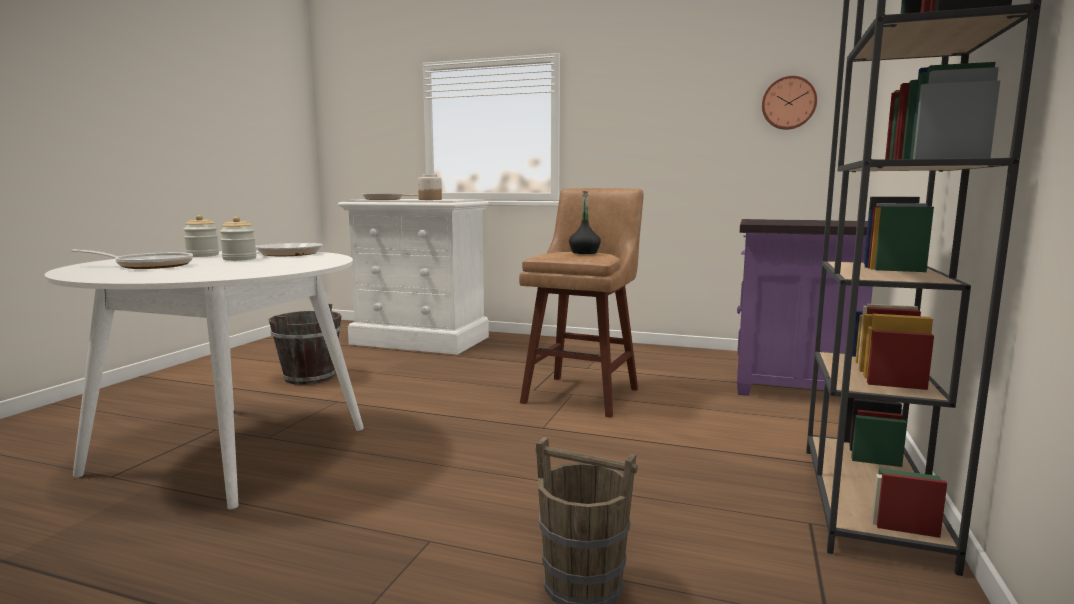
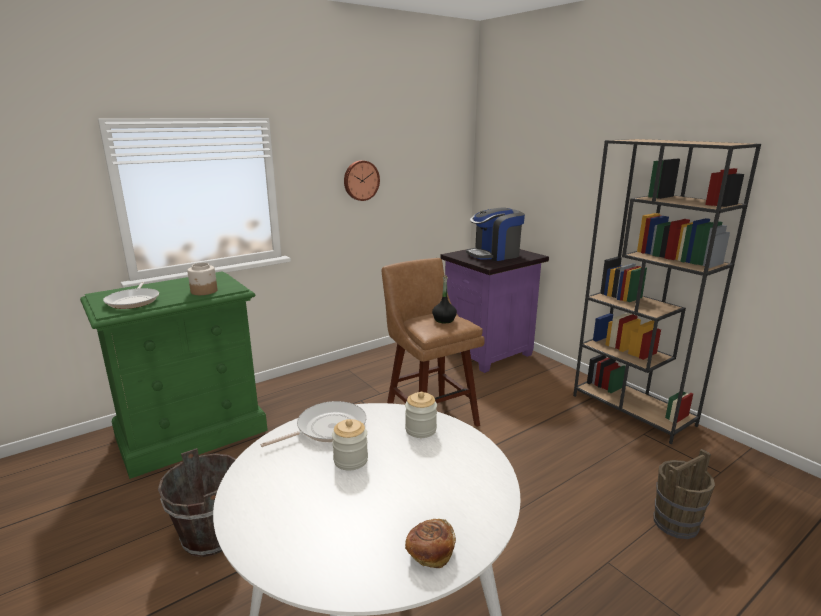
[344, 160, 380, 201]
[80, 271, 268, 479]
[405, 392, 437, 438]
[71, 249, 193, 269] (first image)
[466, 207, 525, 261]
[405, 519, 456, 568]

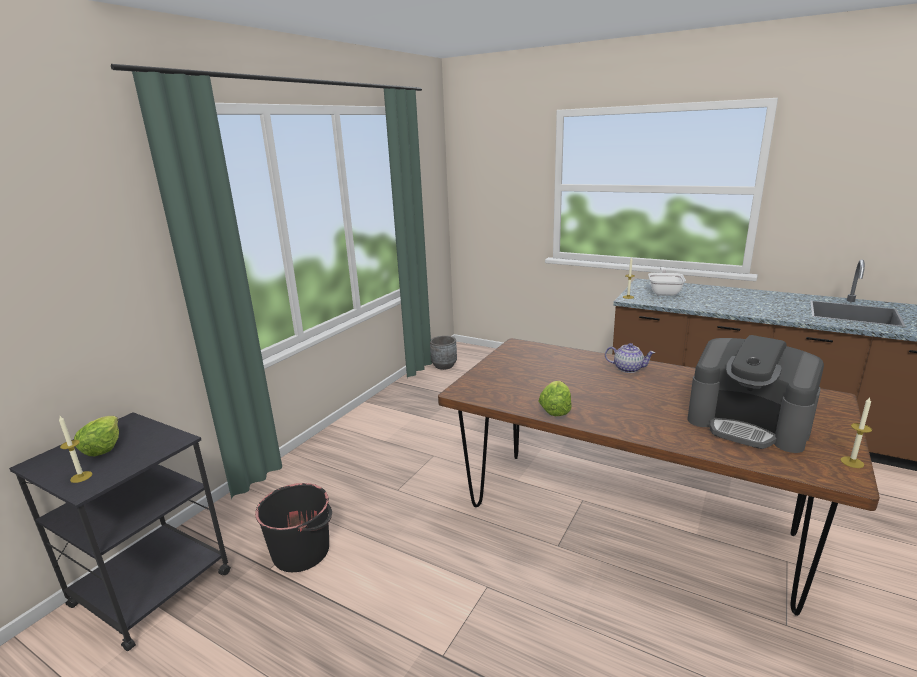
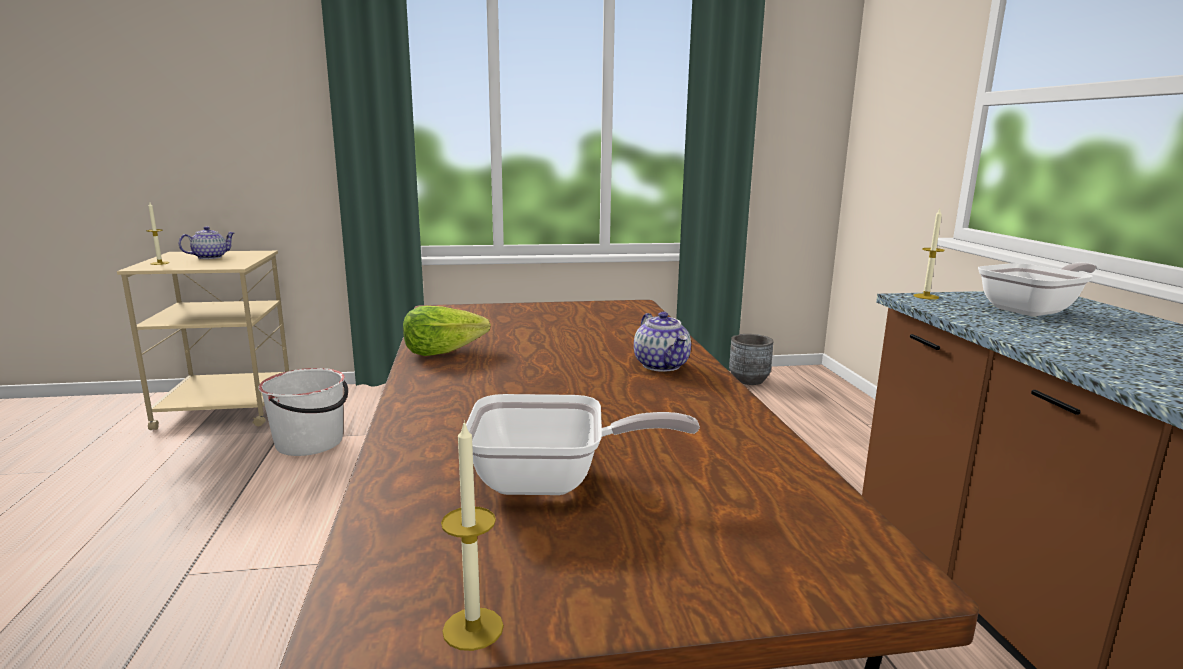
[466, 394, 700, 495]
[117, 251, 289, 430]
[178, 226, 235, 259]
[258, 368, 348, 456]

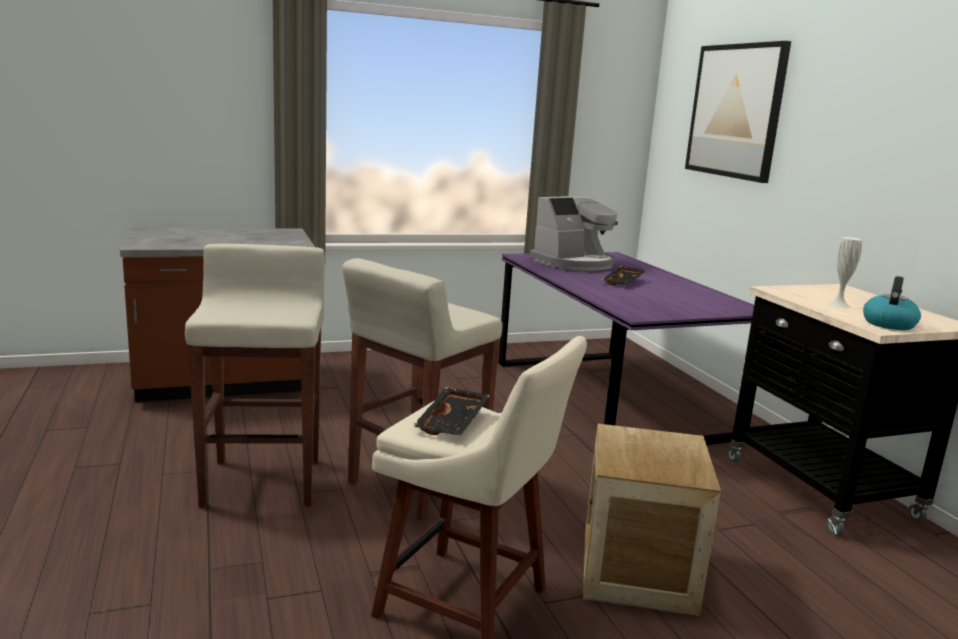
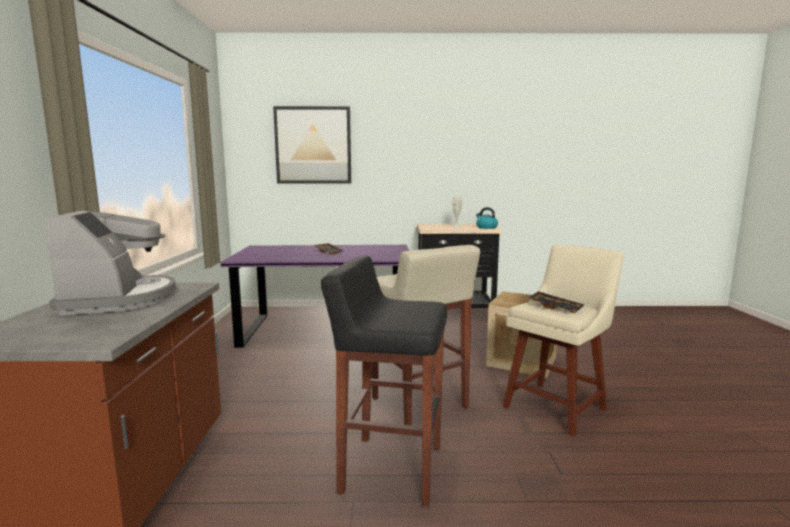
[43, 211, 176, 316]
[320, 256, 447, 507]

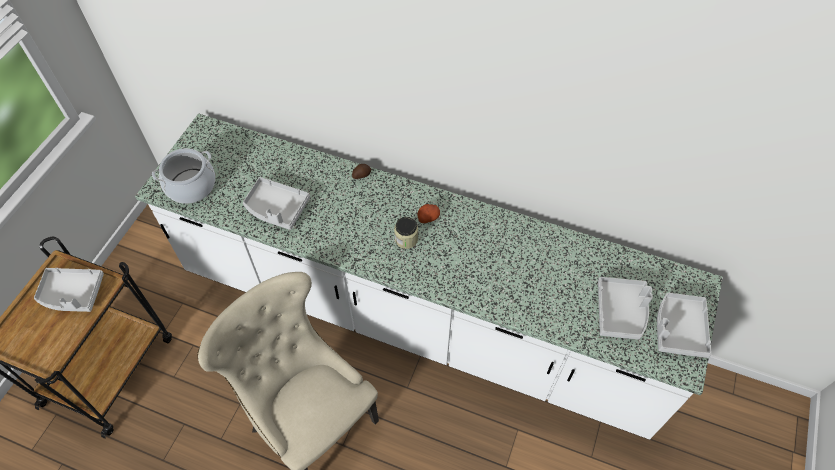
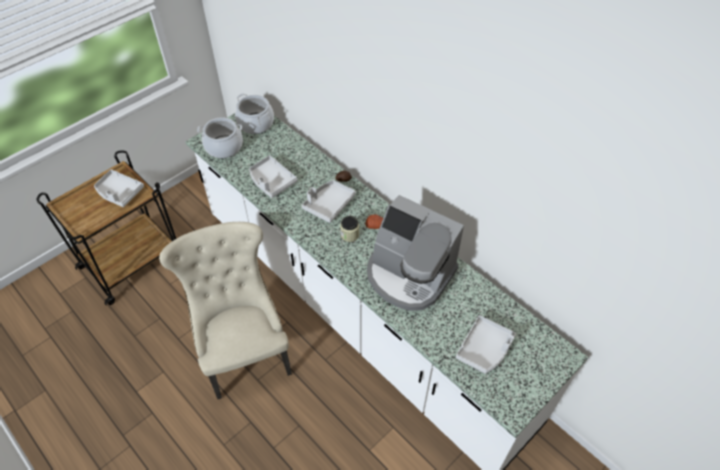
[302, 180, 356, 223]
[235, 94, 274, 134]
[367, 195, 464, 311]

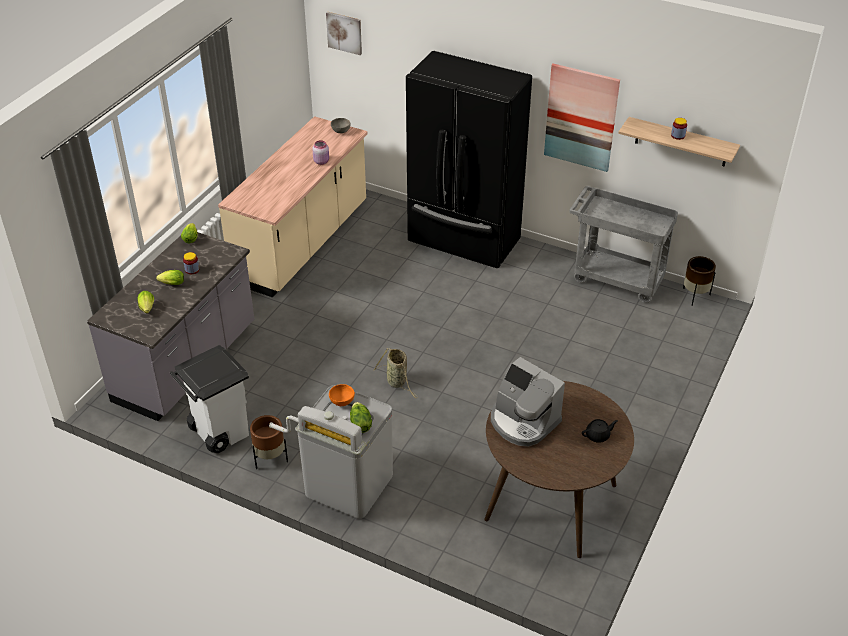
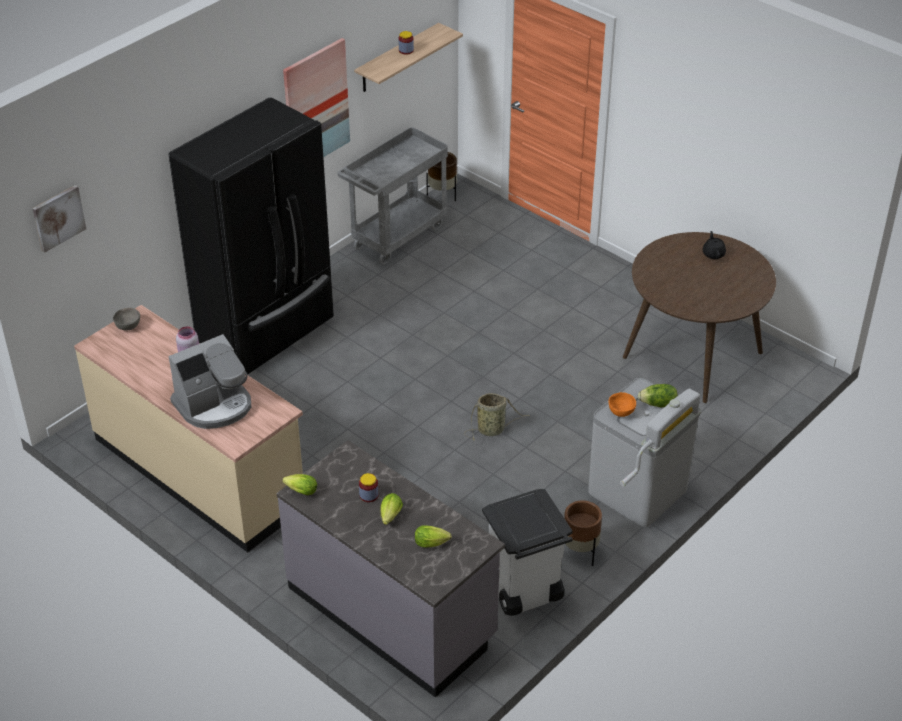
[169, 334, 251, 429]

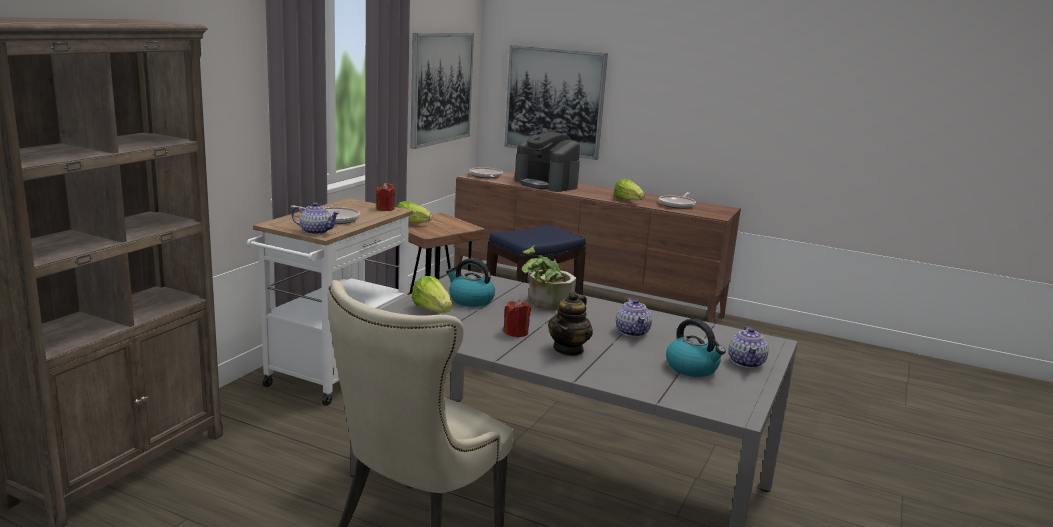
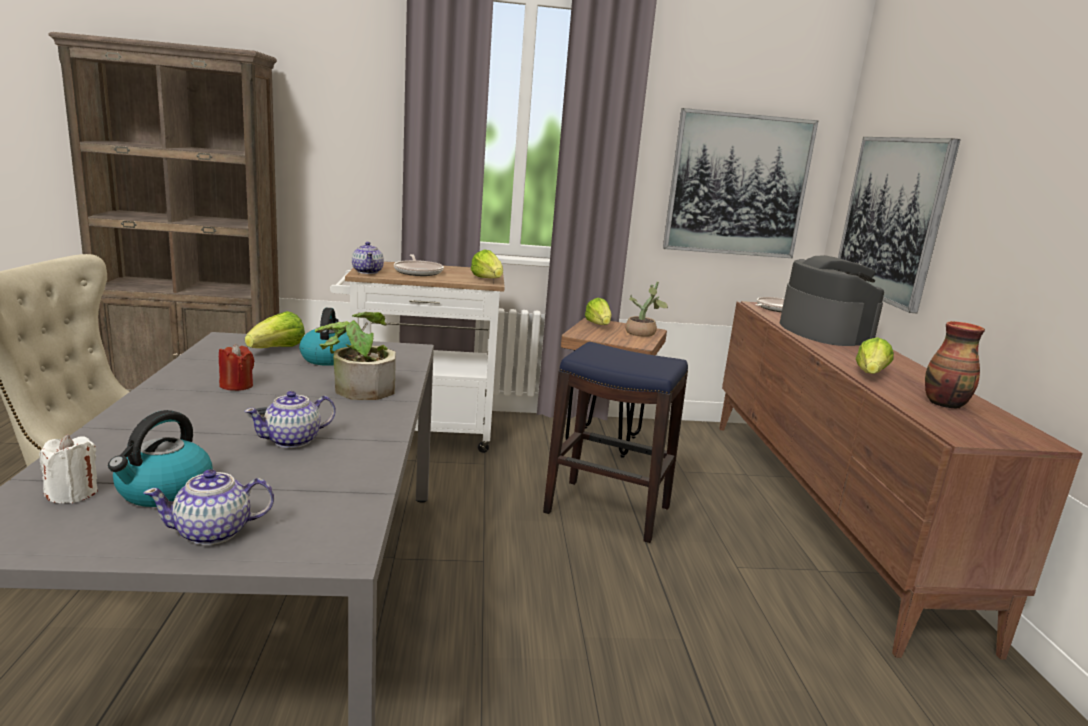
[780, 255, 884, 346]
[471, 249, 503, 278]
[925, 321, 985, 409]
[548, 291, 593, 356] (first image)
[625, 281, 668, 337]
[39, 434, 98, 503]

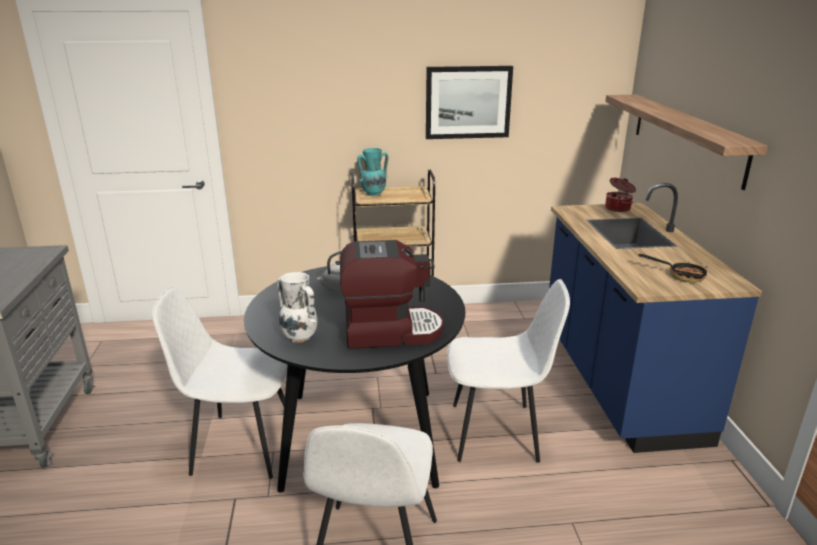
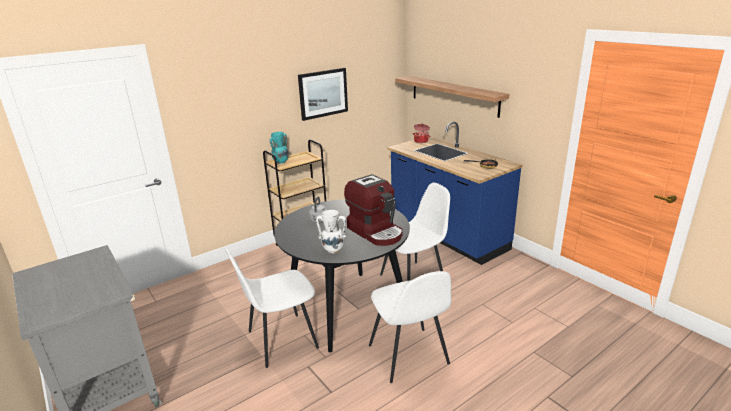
[344, 174, 403, 246]

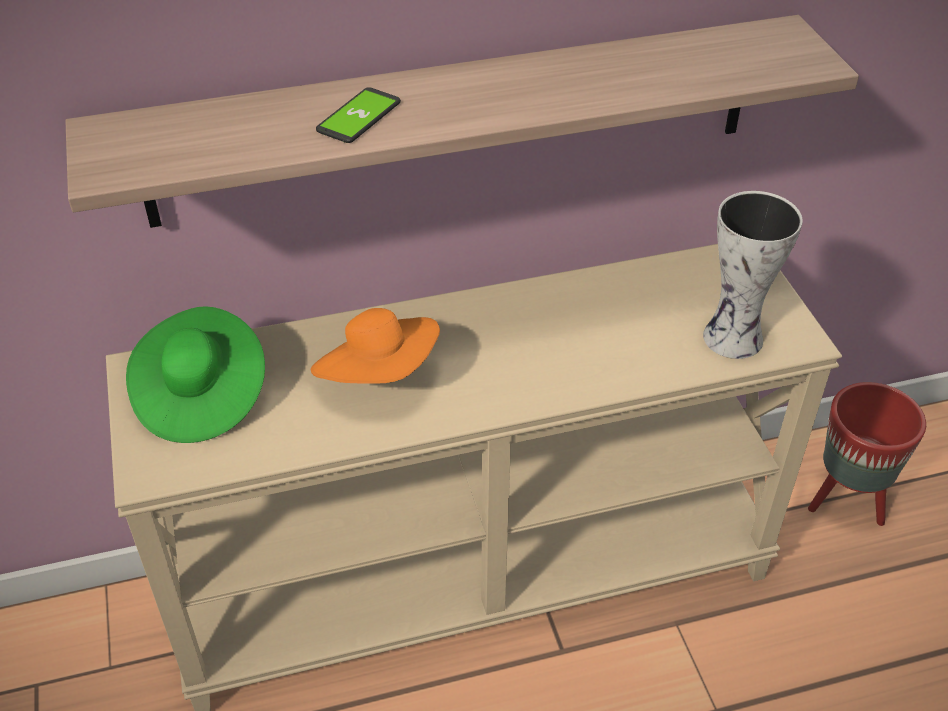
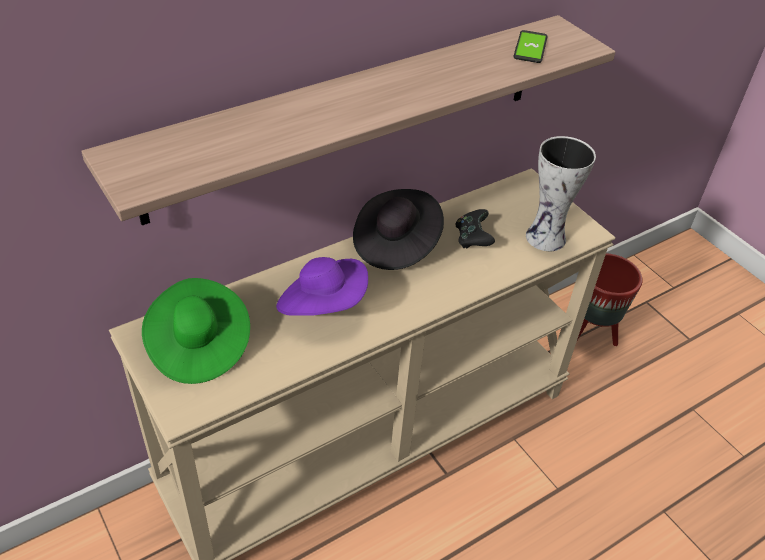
[514, 30, 548, 63]
[276, 257, 368, 316]
[353, 189, 444, 270]
[455, 209, 495, 248]

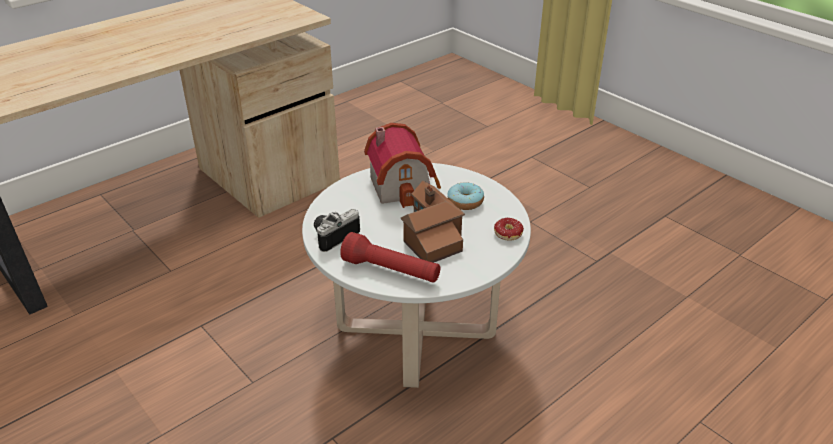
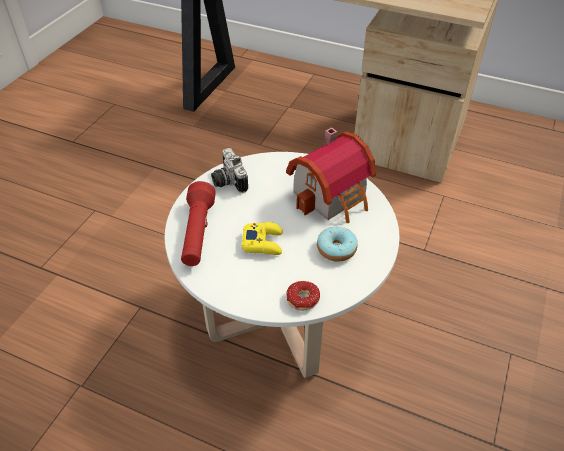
[242, 222, 283, 255]
[211, 148, 248, 193]

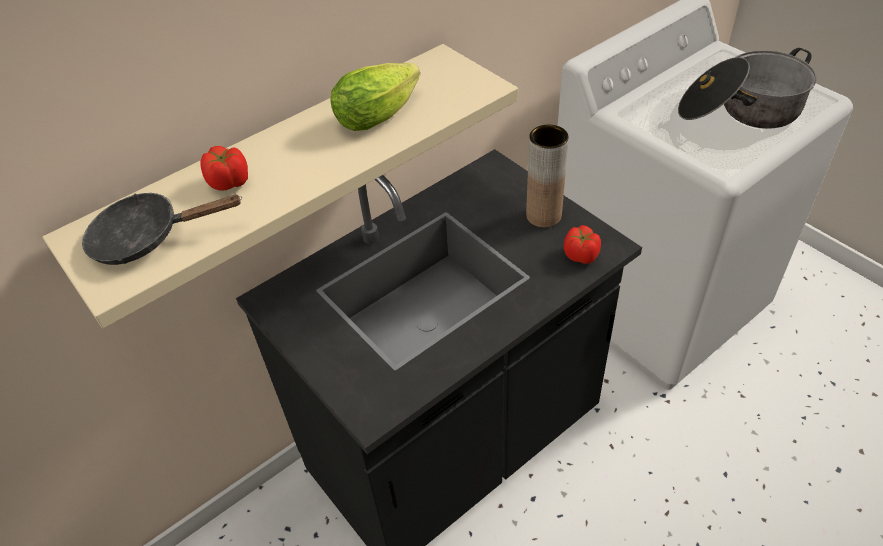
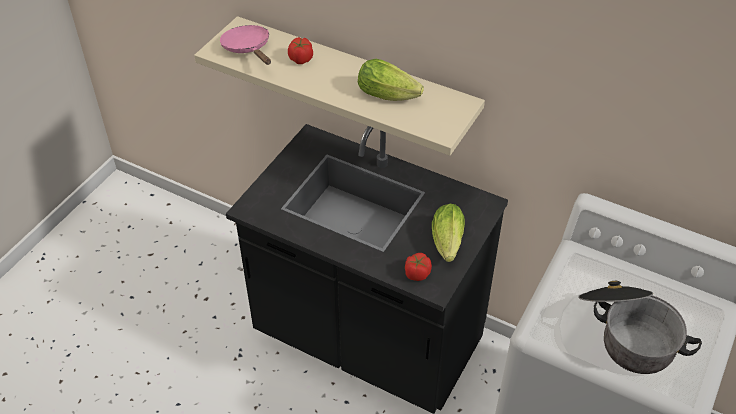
[432, 204, 465, 262]
[220, 25, 271, 65]

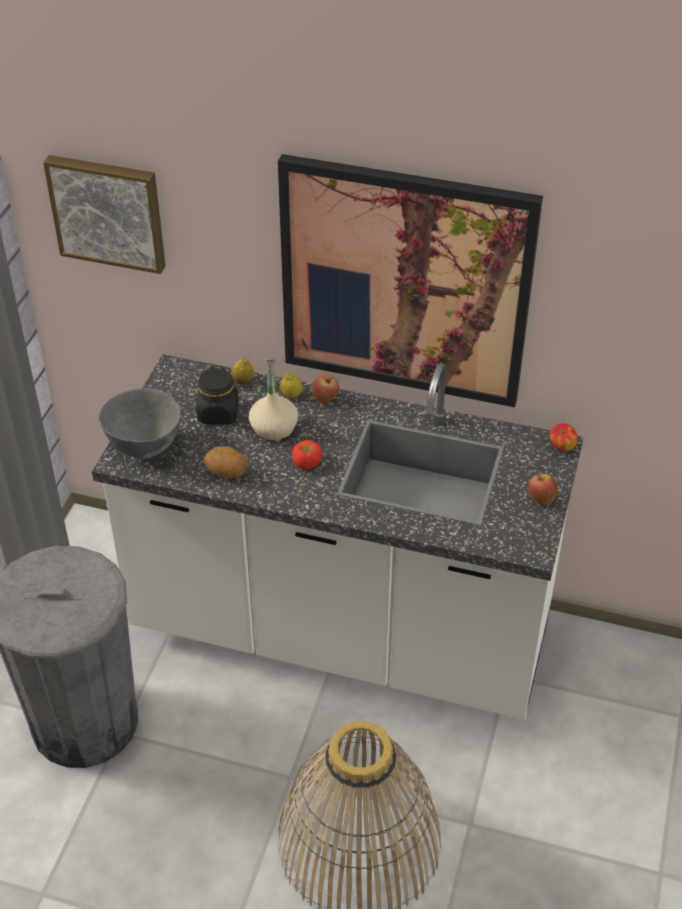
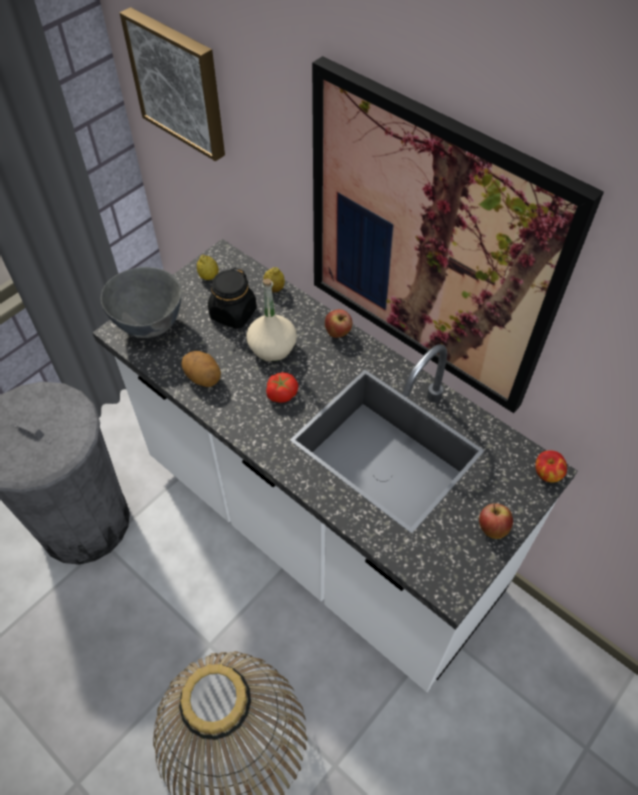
[197, 255, 219, 280]

